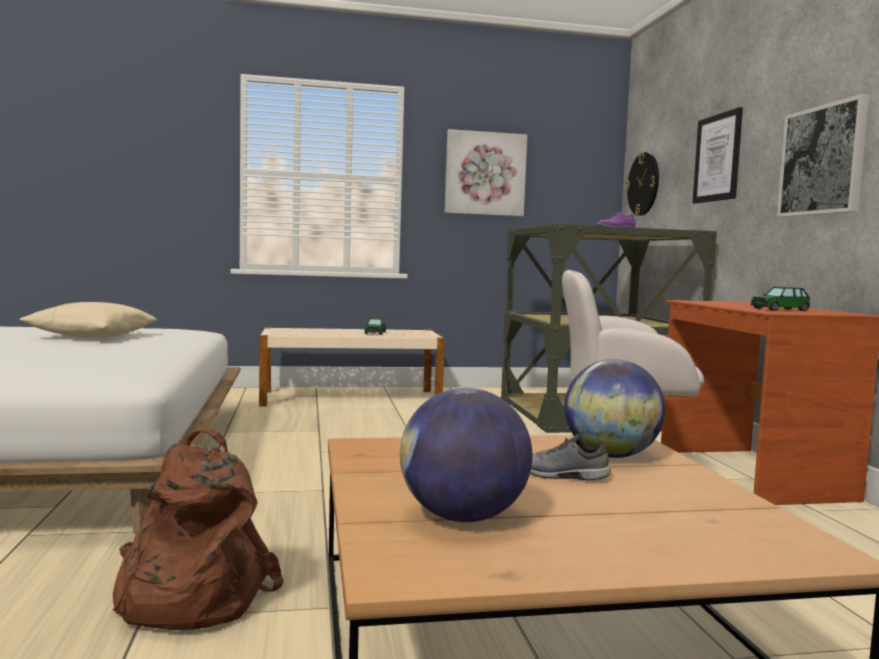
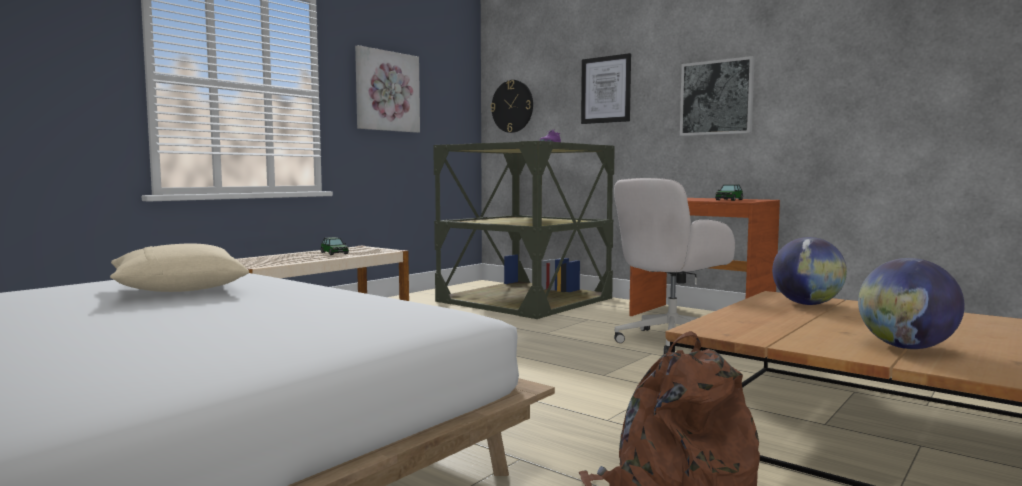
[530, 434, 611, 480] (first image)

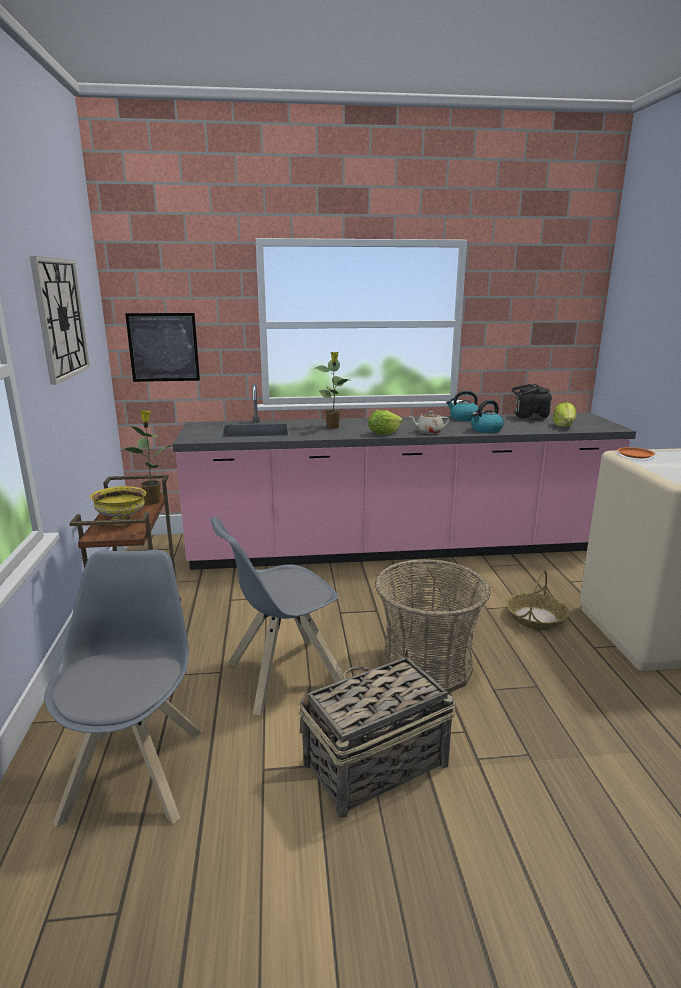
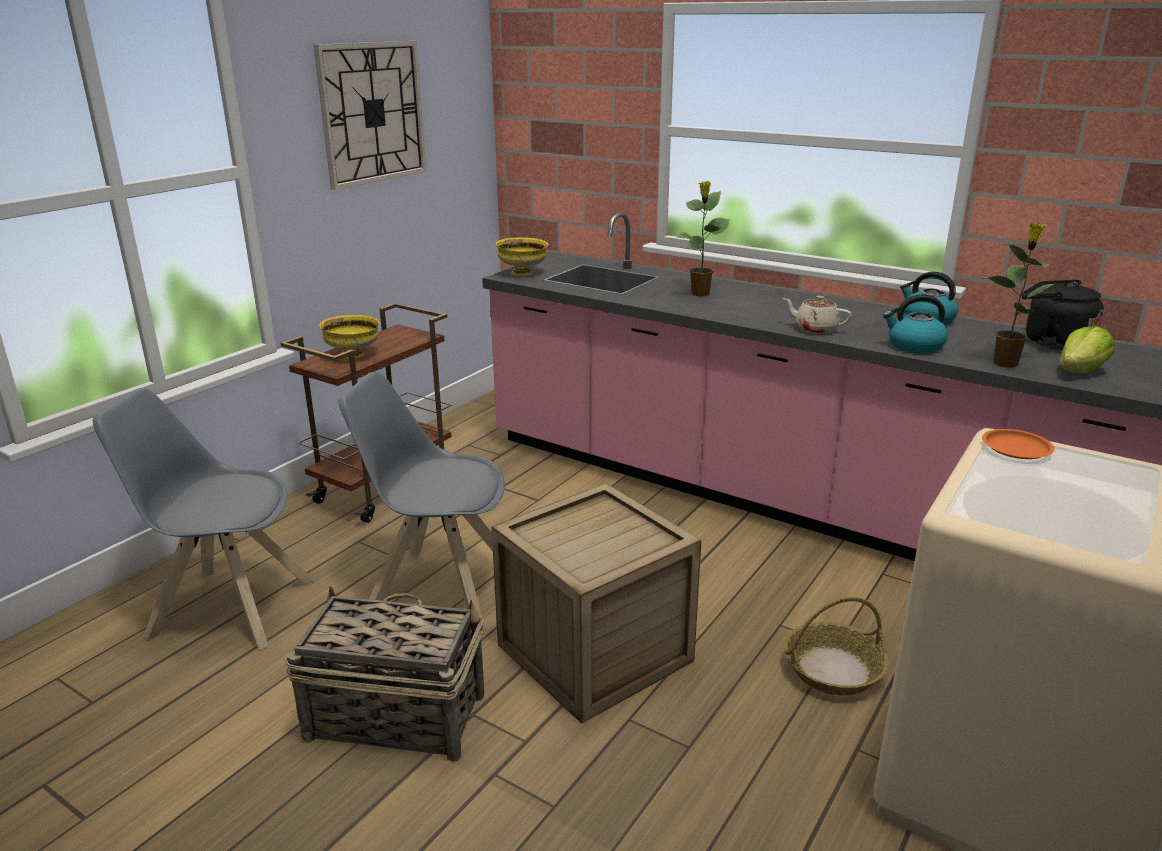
[125, 313, 200, 382] (first image)
[981, 223, 1066, 368]
[368, 410, 403, 435] (first image)
[93, 388, 315, 650]
[491, 483, 702, 724]
[495, 237, 548, 276]

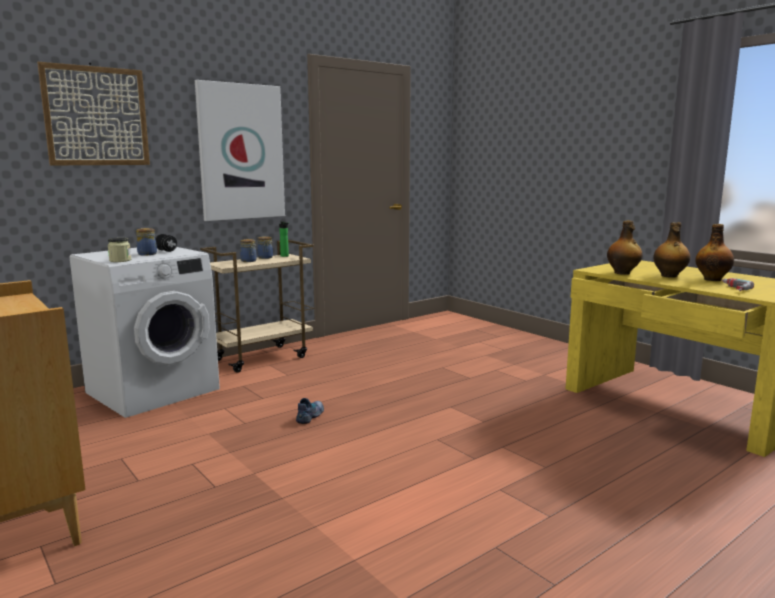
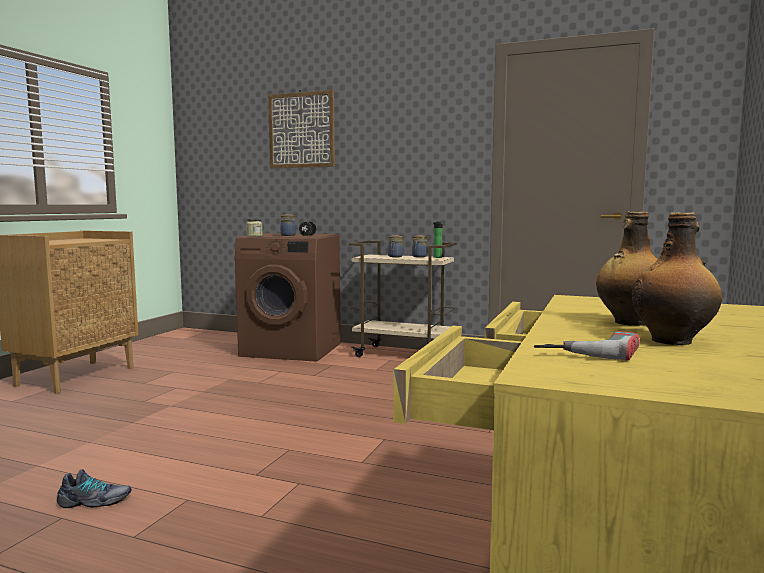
[195, 80, 285, 221] (first image)
[607, 221, 642, 275] (first image)
[235, 233, 341, 362]
[57, 469, 131, 508]

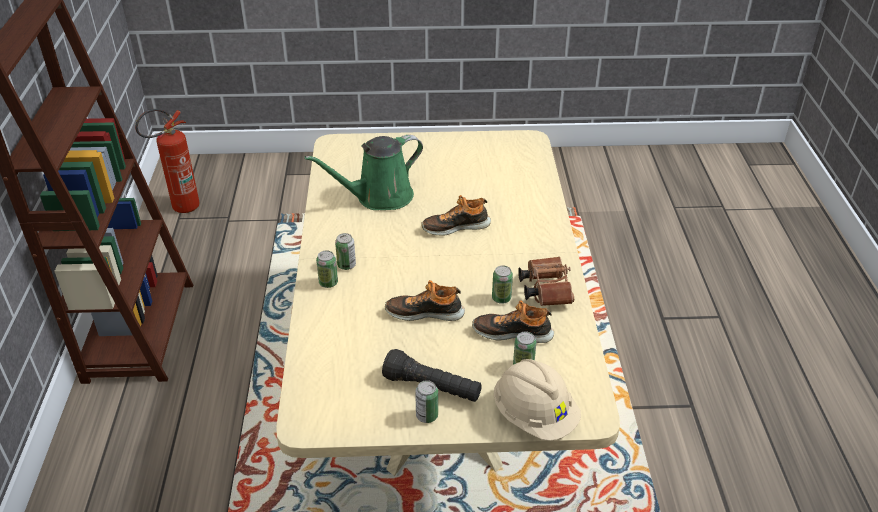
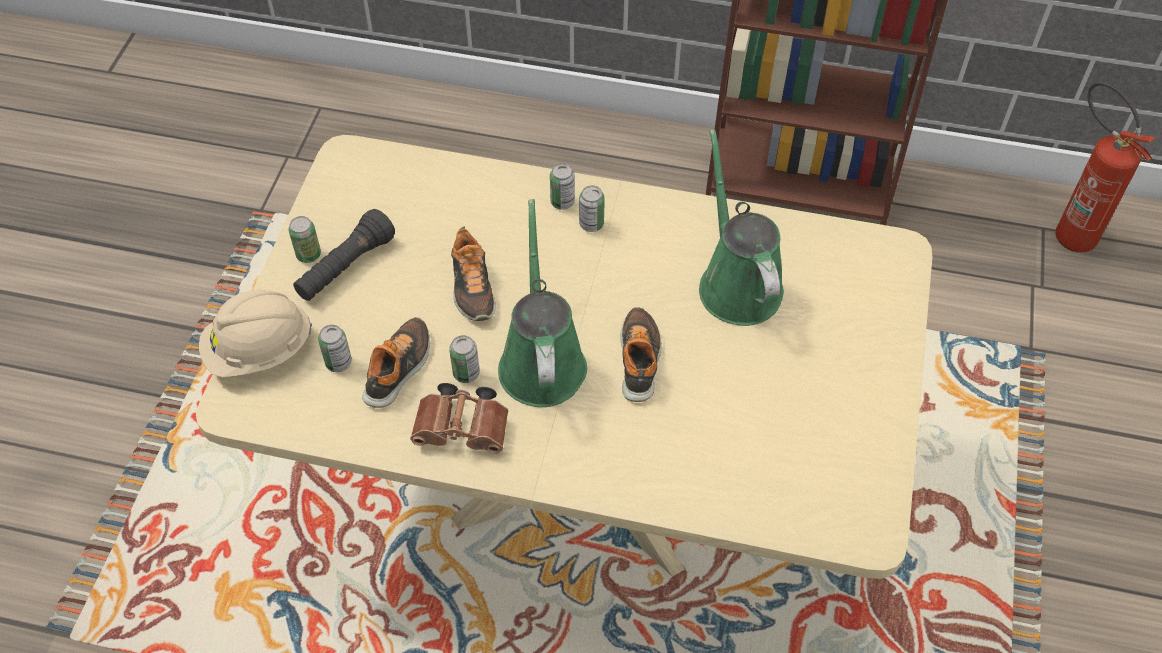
[451, 227, 496, 321]
[498, 199, 587, 407]

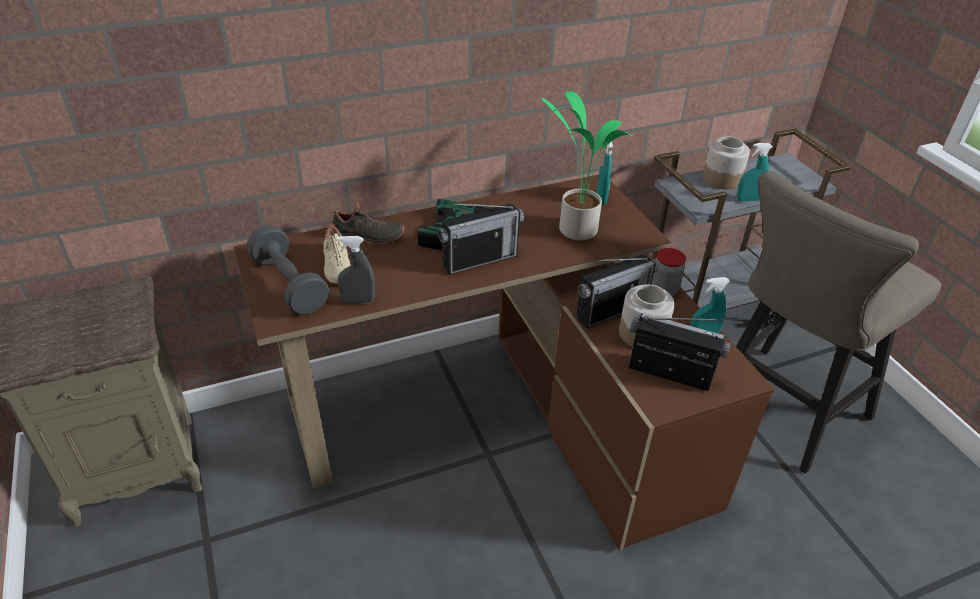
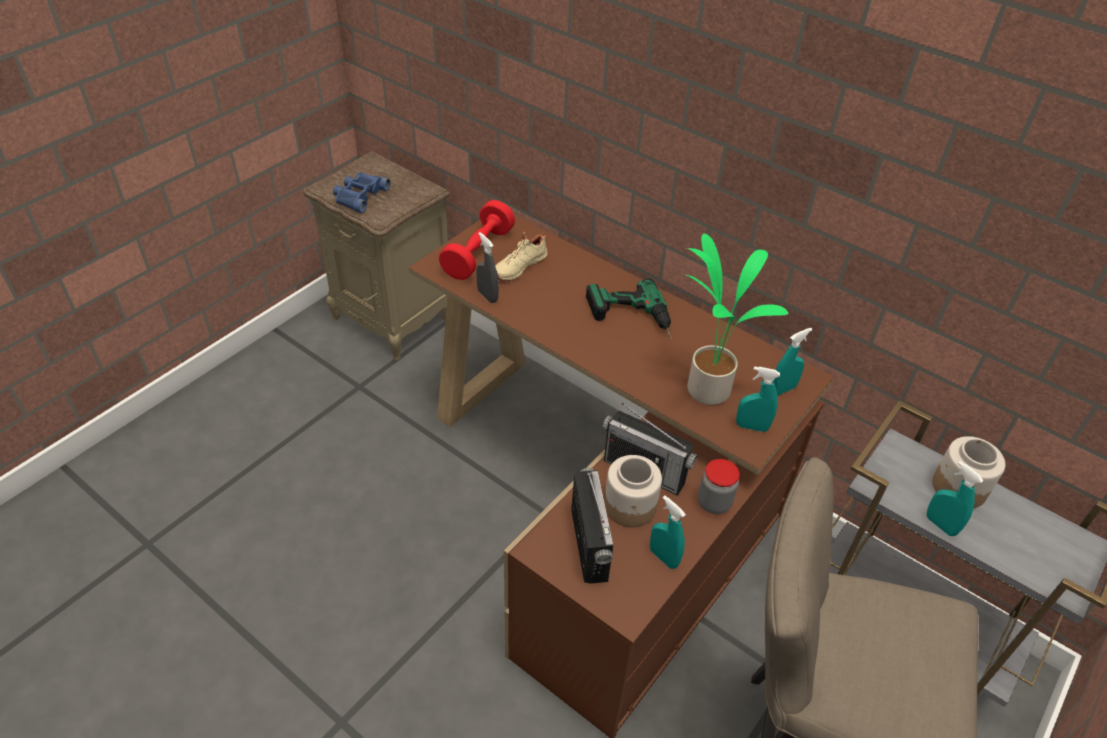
[330, 202, 405, 244] (first image)
[438, 203, 524, 275] (first image)
[439, 200, 515, 280]
[333, 172, 391, 213]
[736, 366, 780, 432]

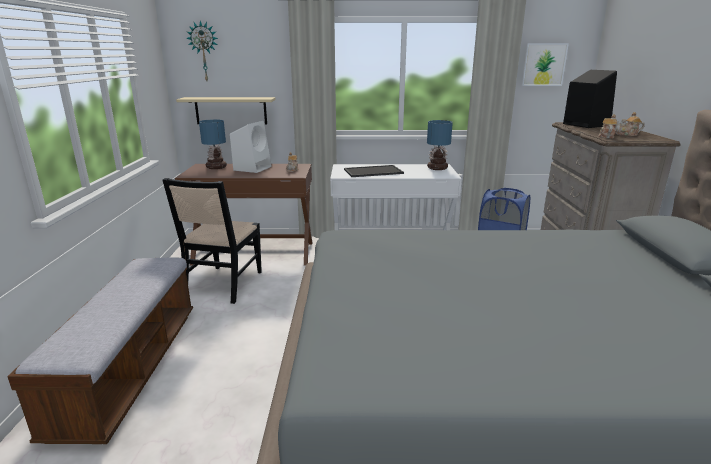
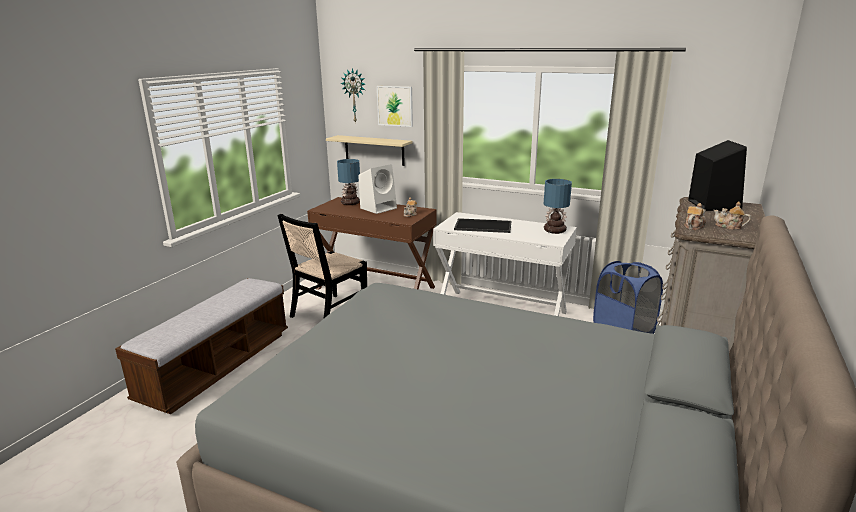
[377, 86, 413, 127]

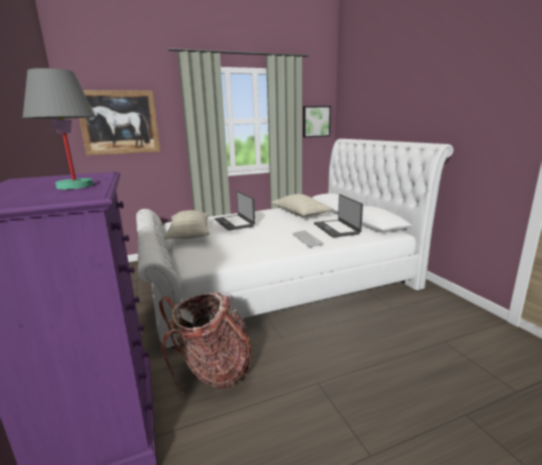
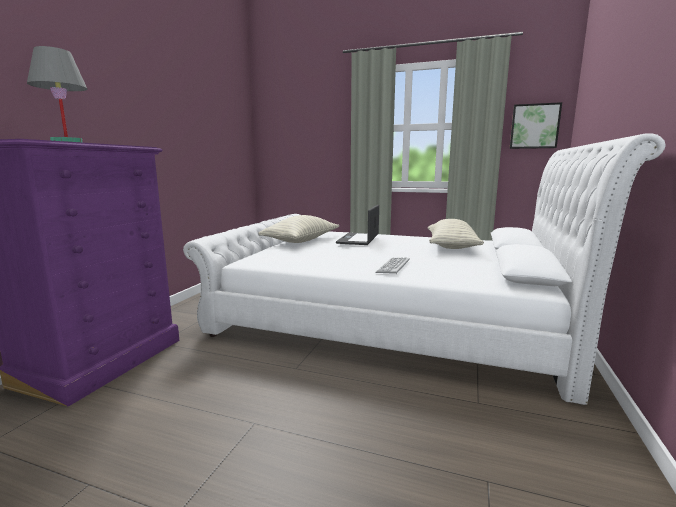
[79, 90, 160, 156] (first image)
[314, 194, 363, 237] (first image)
[159, 291, 251, 393] (first image)

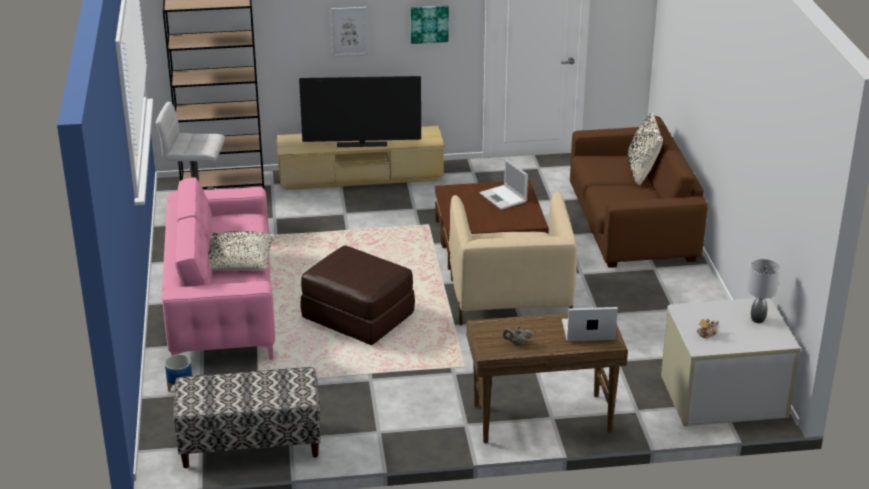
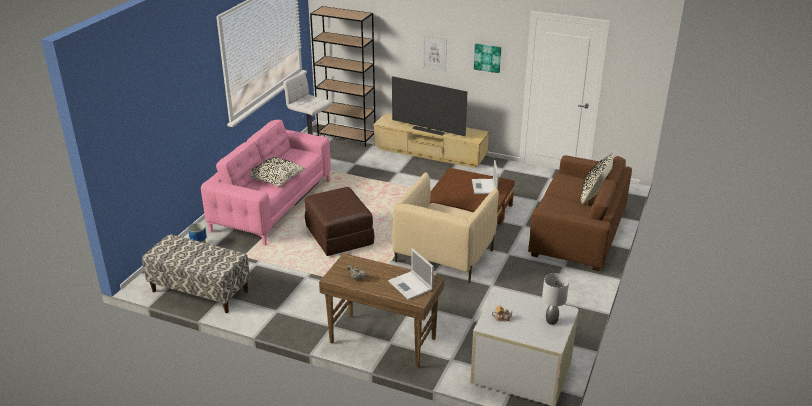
[388, 248, 434, 300]

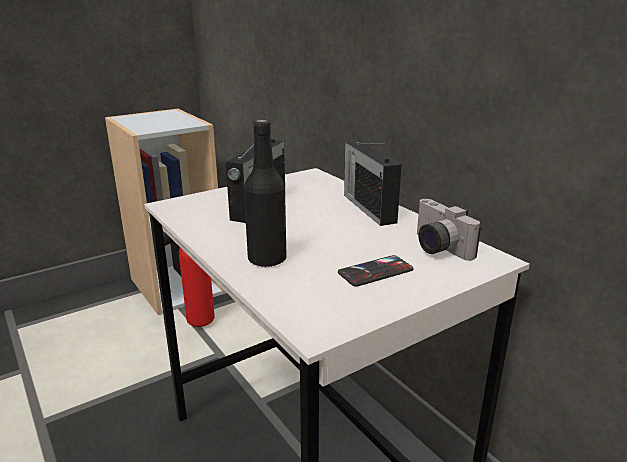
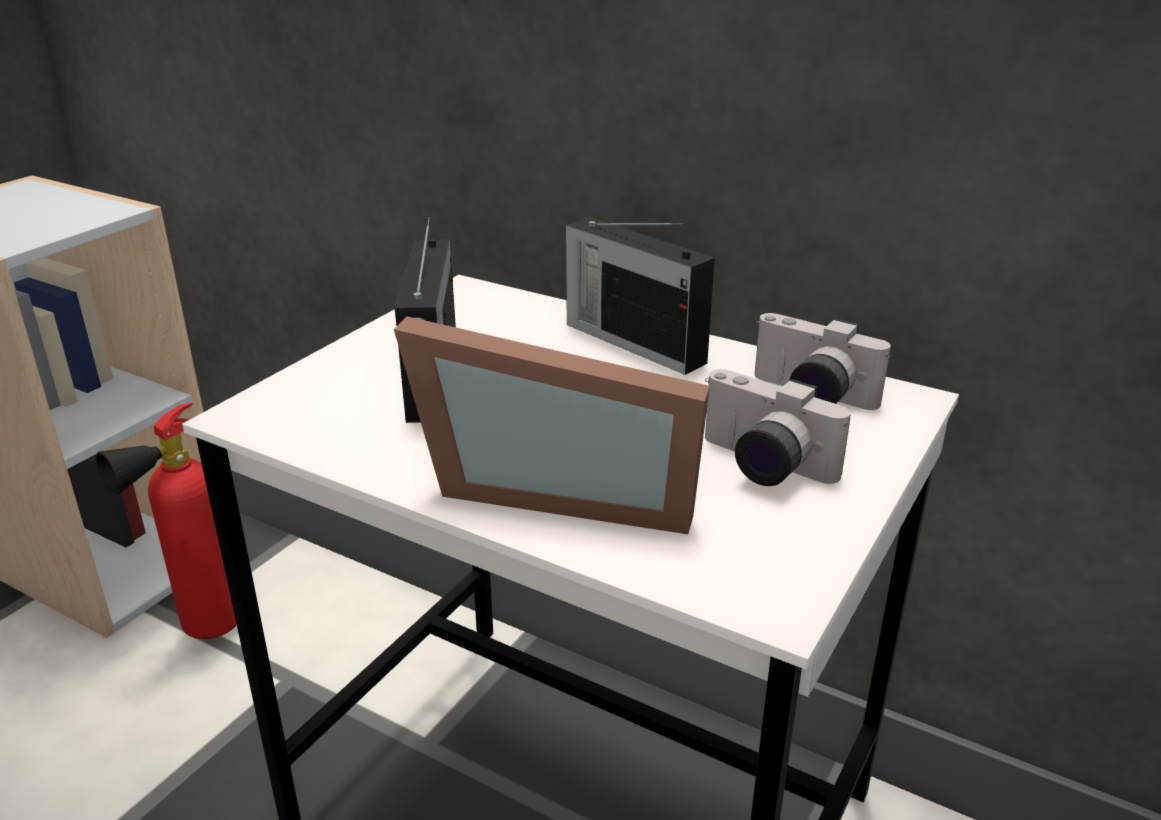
[394, 316, 710, 534]
[705, 369, 851, 486]

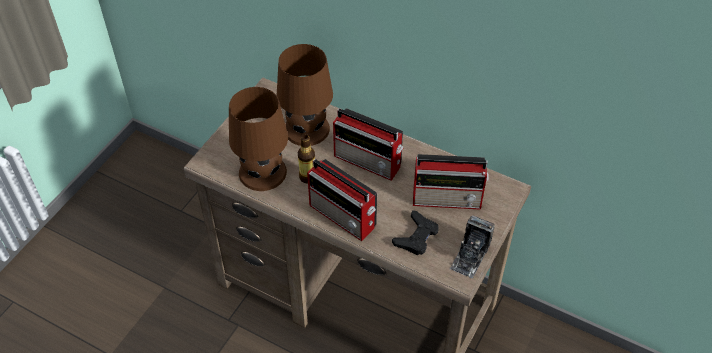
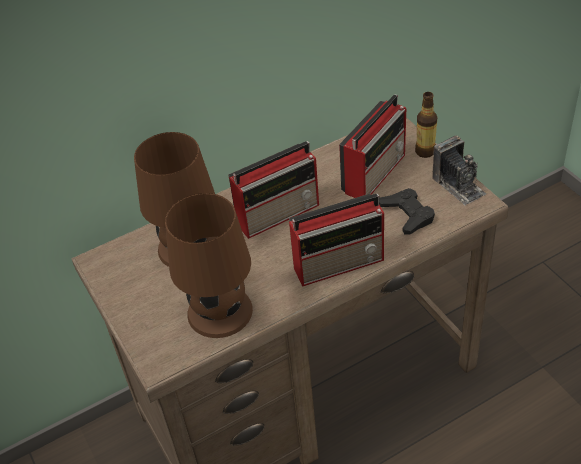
[415, 92, 437, 158]

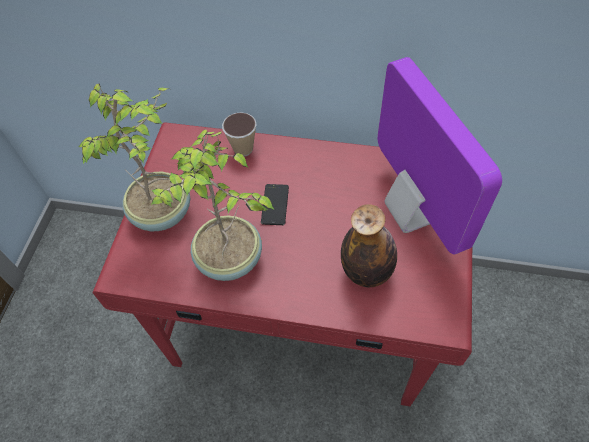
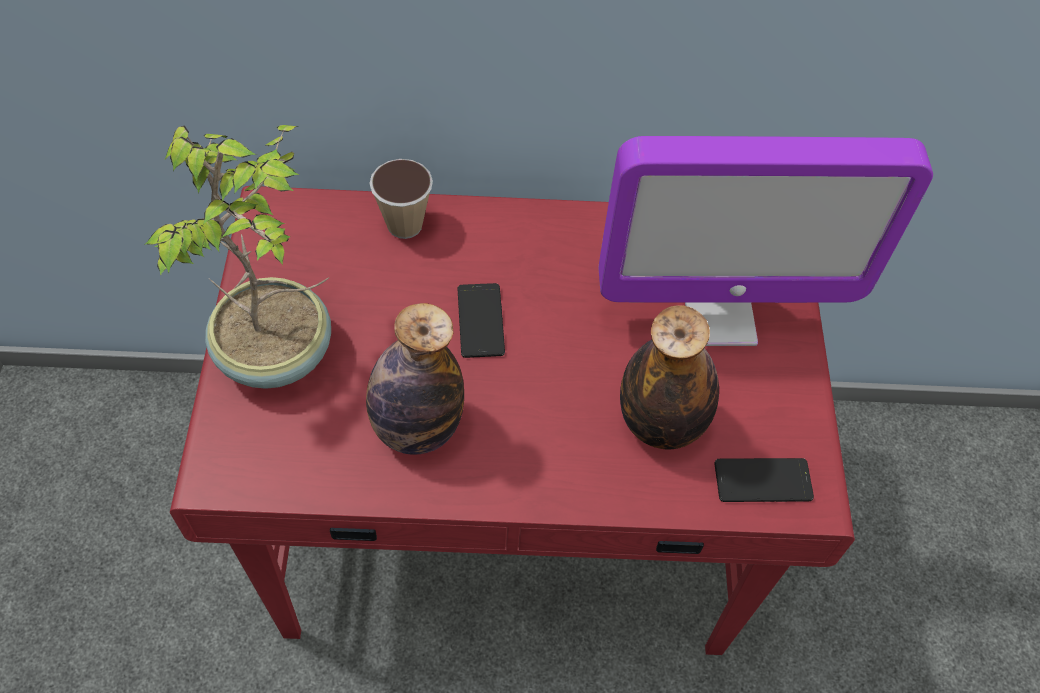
[599, 136, 933, 346]
[366, 303, 464, 455]
[714, 458, 814, 502]

